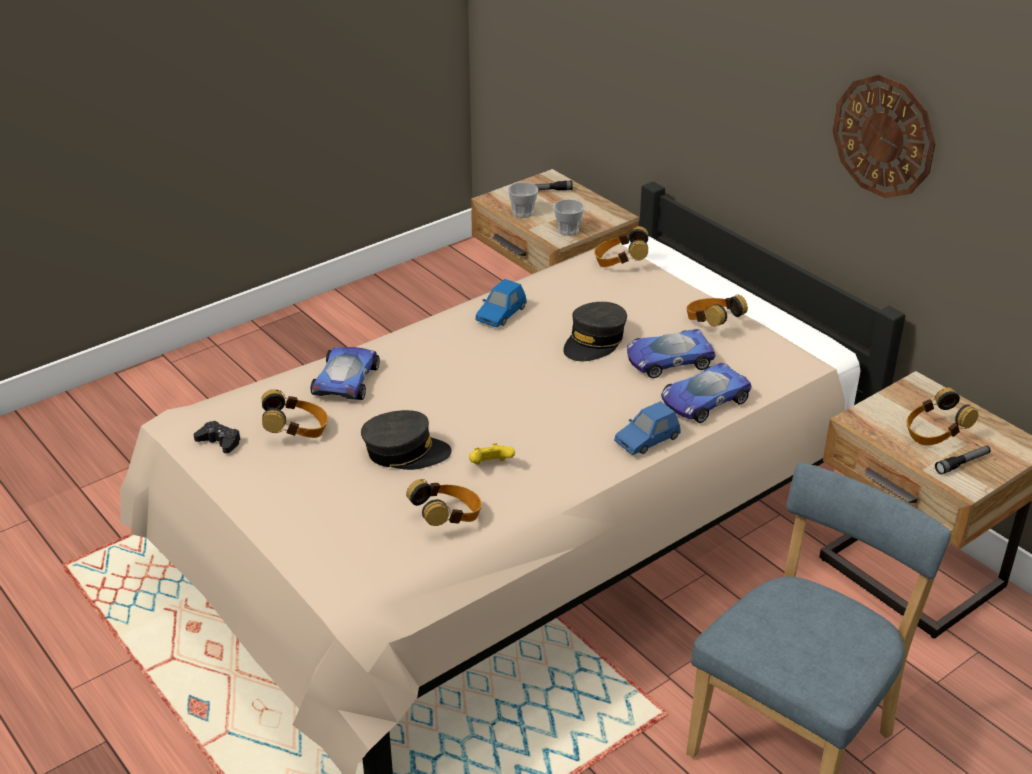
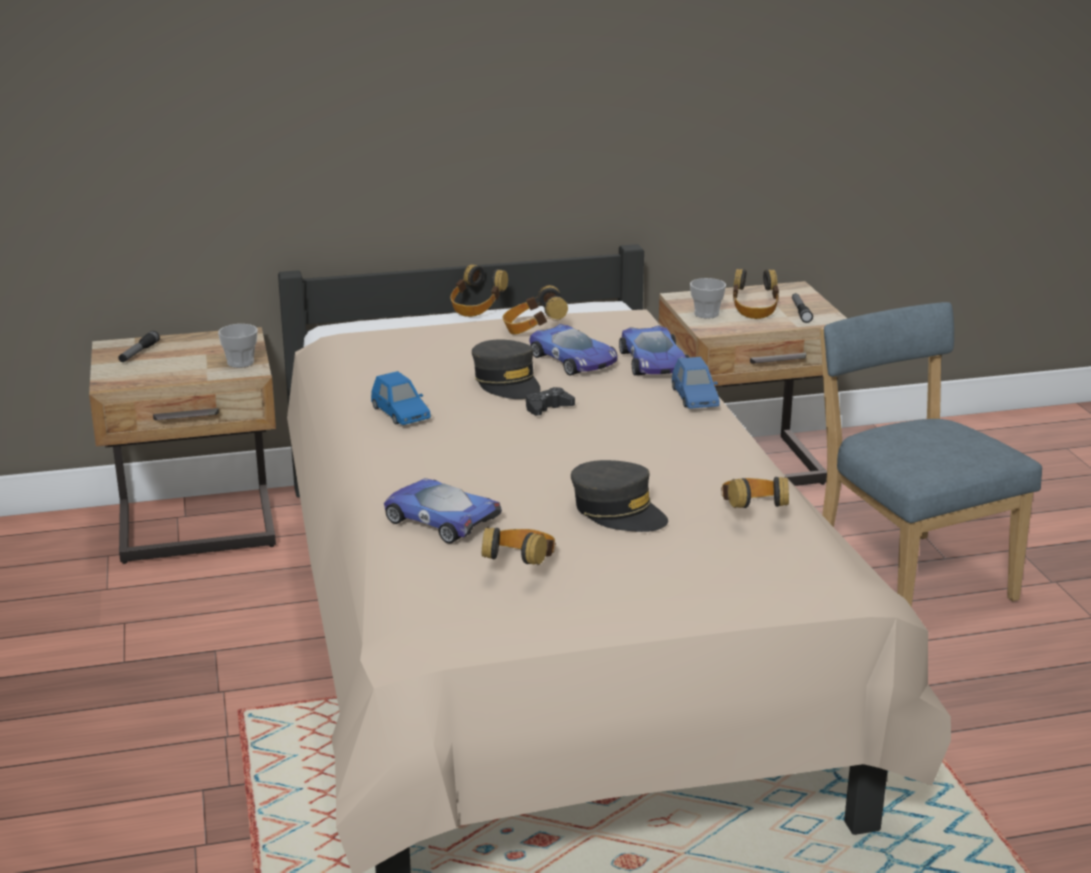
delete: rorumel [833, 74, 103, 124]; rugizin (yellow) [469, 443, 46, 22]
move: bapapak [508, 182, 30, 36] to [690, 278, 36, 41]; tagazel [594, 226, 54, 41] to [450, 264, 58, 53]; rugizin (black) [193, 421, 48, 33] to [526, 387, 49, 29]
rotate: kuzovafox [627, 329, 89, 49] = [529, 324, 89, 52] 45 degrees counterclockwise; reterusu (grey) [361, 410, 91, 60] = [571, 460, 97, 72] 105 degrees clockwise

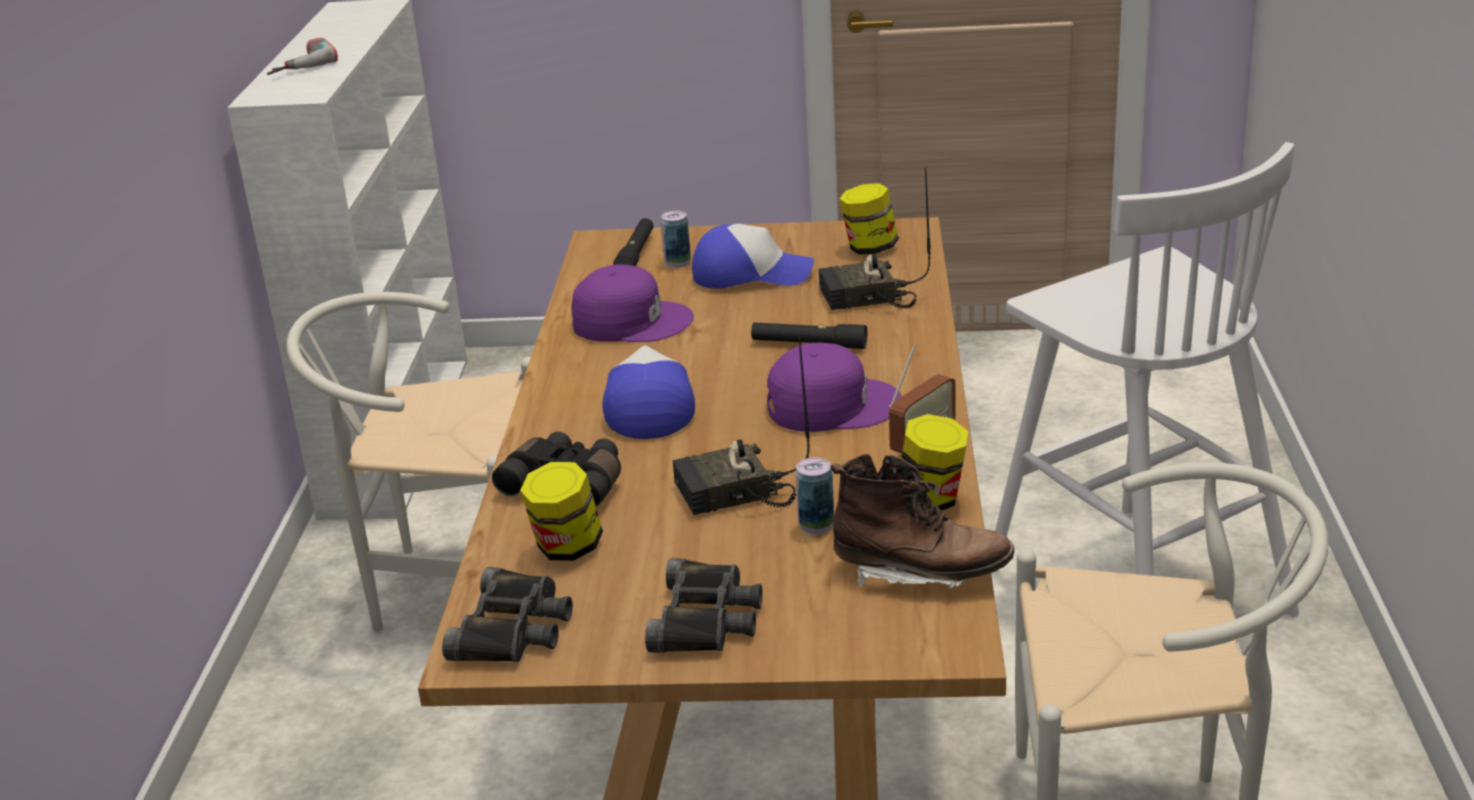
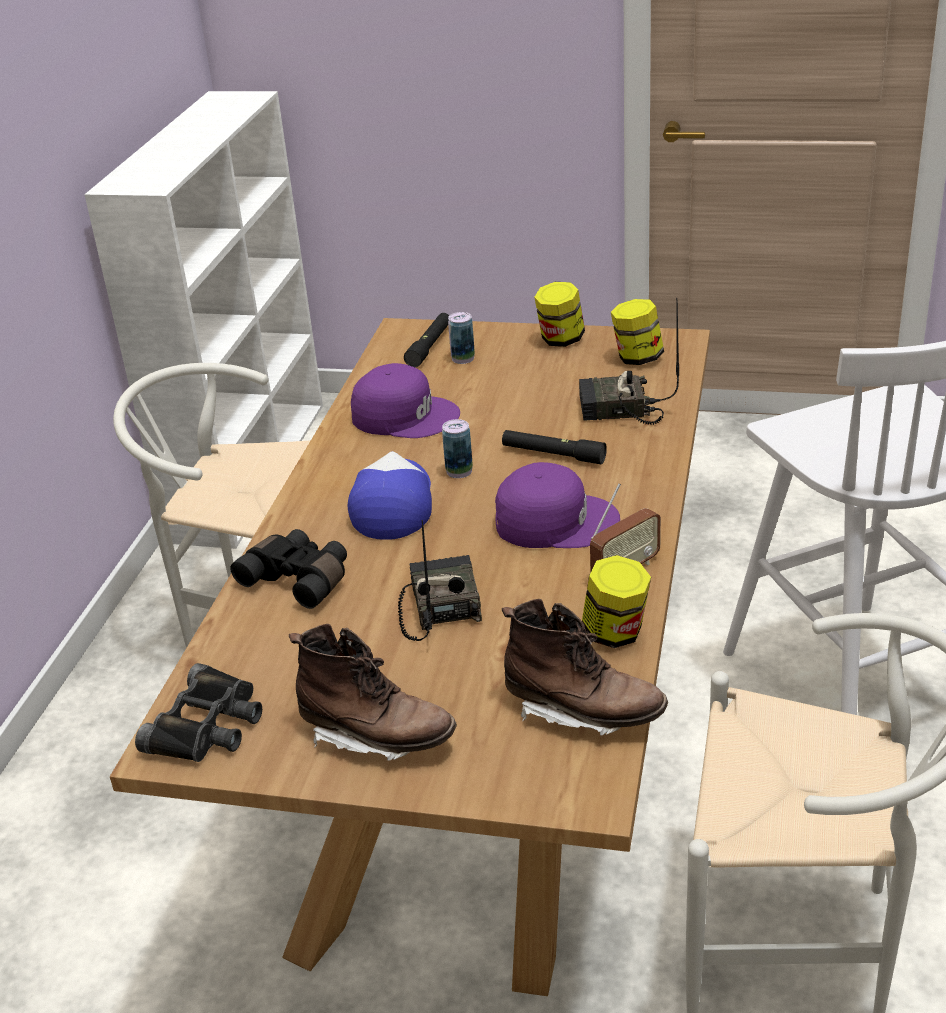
delete: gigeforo [267, 38, 71, 37]; reterusu [692, 223, 122, 66]
move: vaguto [796, 457, 38, 78] to [442, 419, 31, 59]; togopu [520, 462, 83, 99] to [534, 282, 51, 65]
replace: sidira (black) [645, 558, 117, 95] to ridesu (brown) [289, 624, 168, 137]
rotate: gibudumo [673, 337, 137, 178] = [398, 520, 84, 121] 90 degrees clockwise

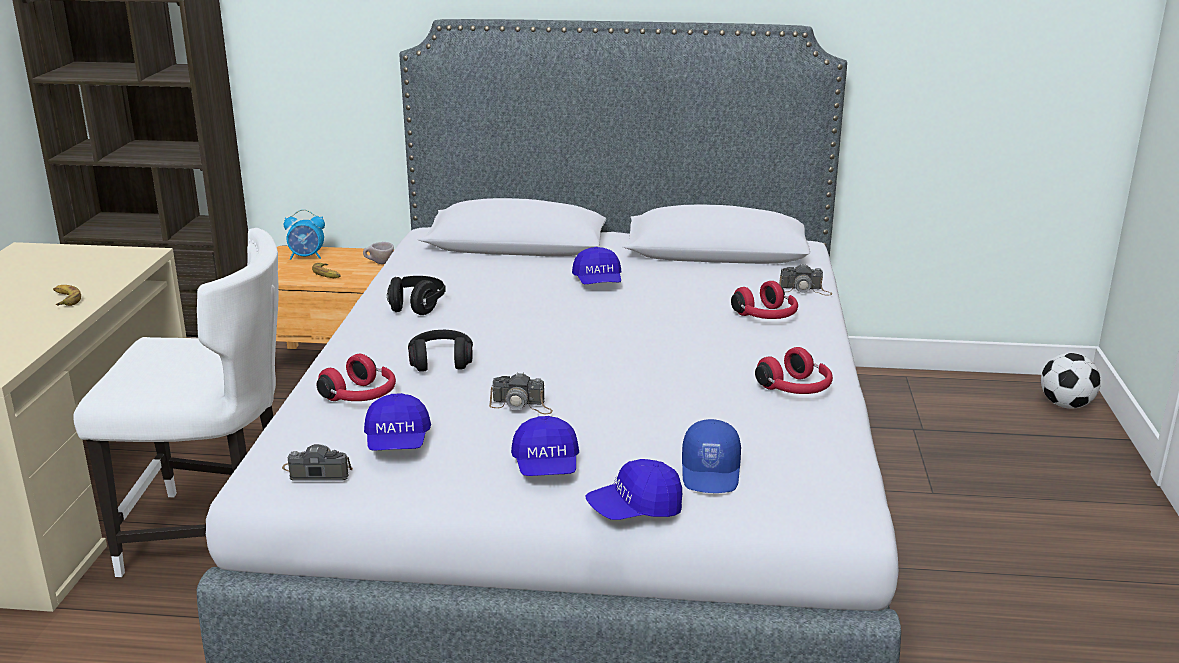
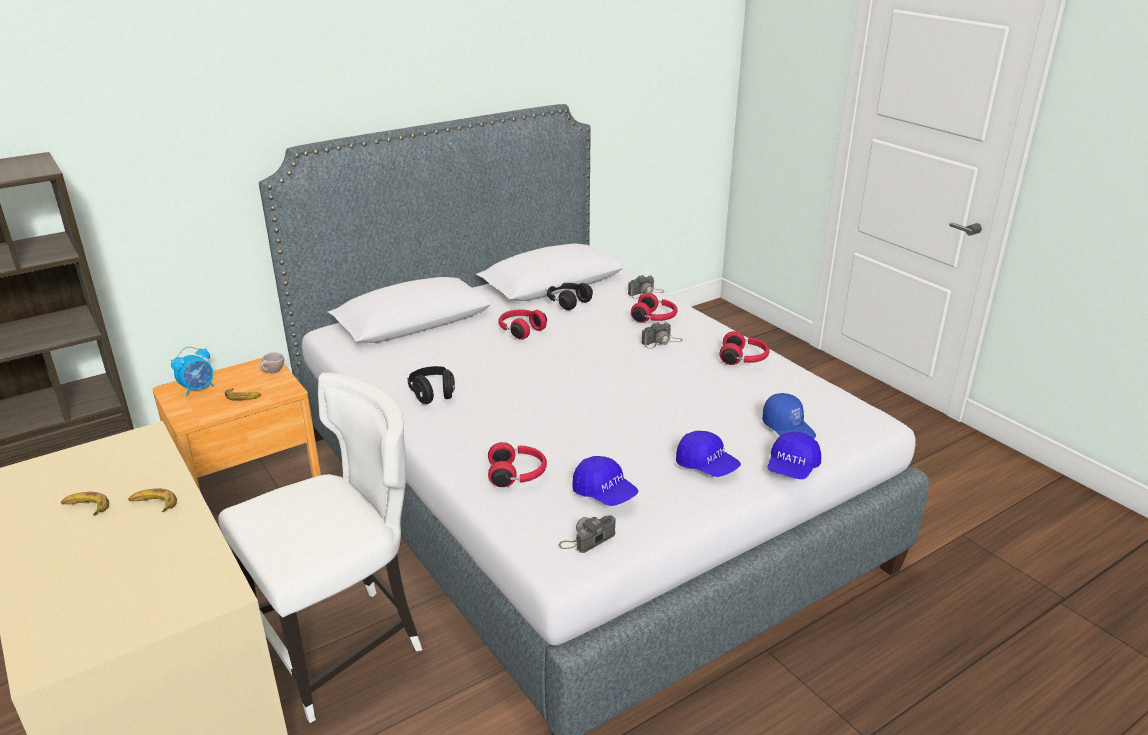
delete: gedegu [1041, 353, 60, 56]
insert: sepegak [61, 492, 48, 24]
move: tagazel (black) [408, 330, 65, 42] to [547, 283, 46, 27]; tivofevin [489, 372, 64, 42] to [642, 322, 41, 27]
replace: reterusu (blue) [572, 247, 50, 37] to tagazel (red) [498, 309, 49, 31]

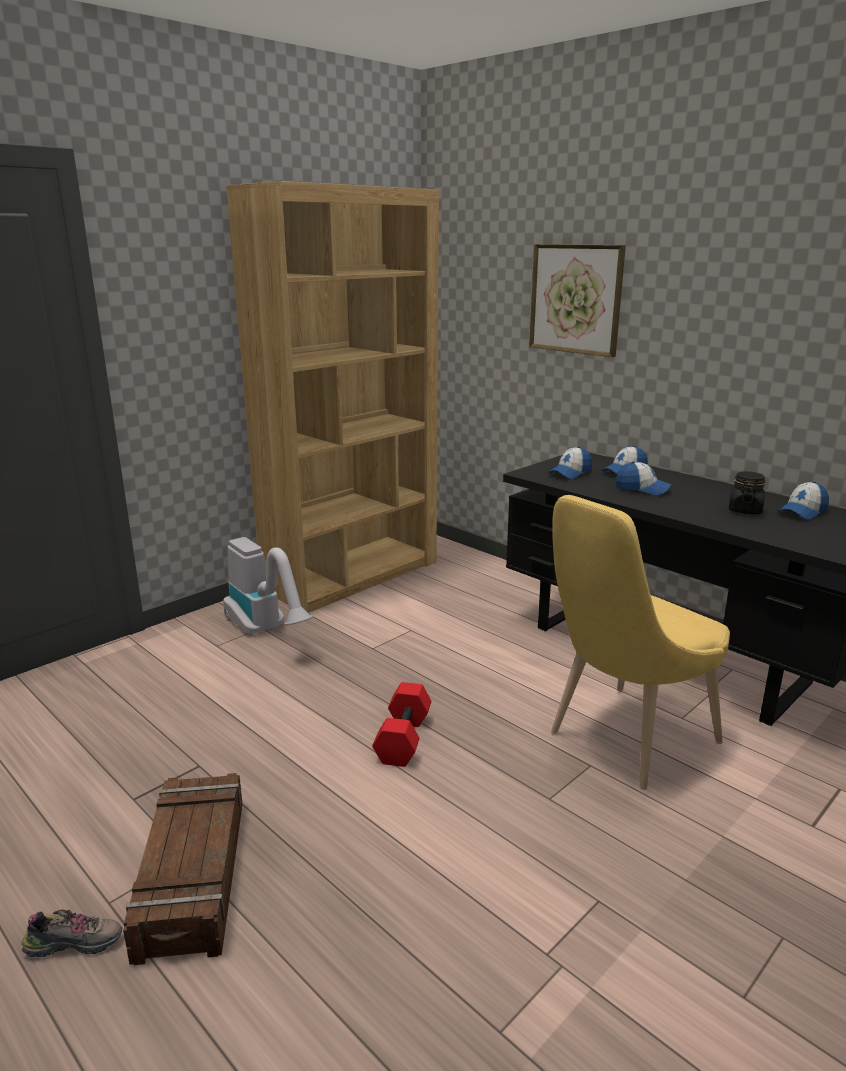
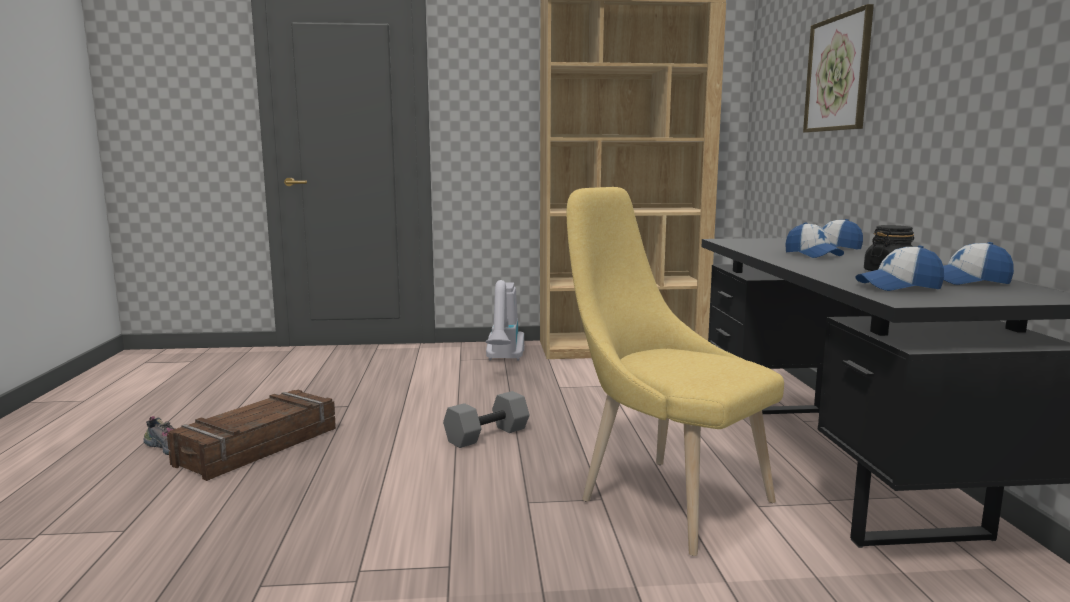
move: reterusu [549, 446, 43, 33] to [855, 245, 89, 46]
recolor: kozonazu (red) [372, 682, 59, 85] to kozonazu (grey) [443, 391, 87, 57]
rotate: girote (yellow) [551, 495, 179, 295] = [567, 187, 217, 369] 45 degrees clockwise

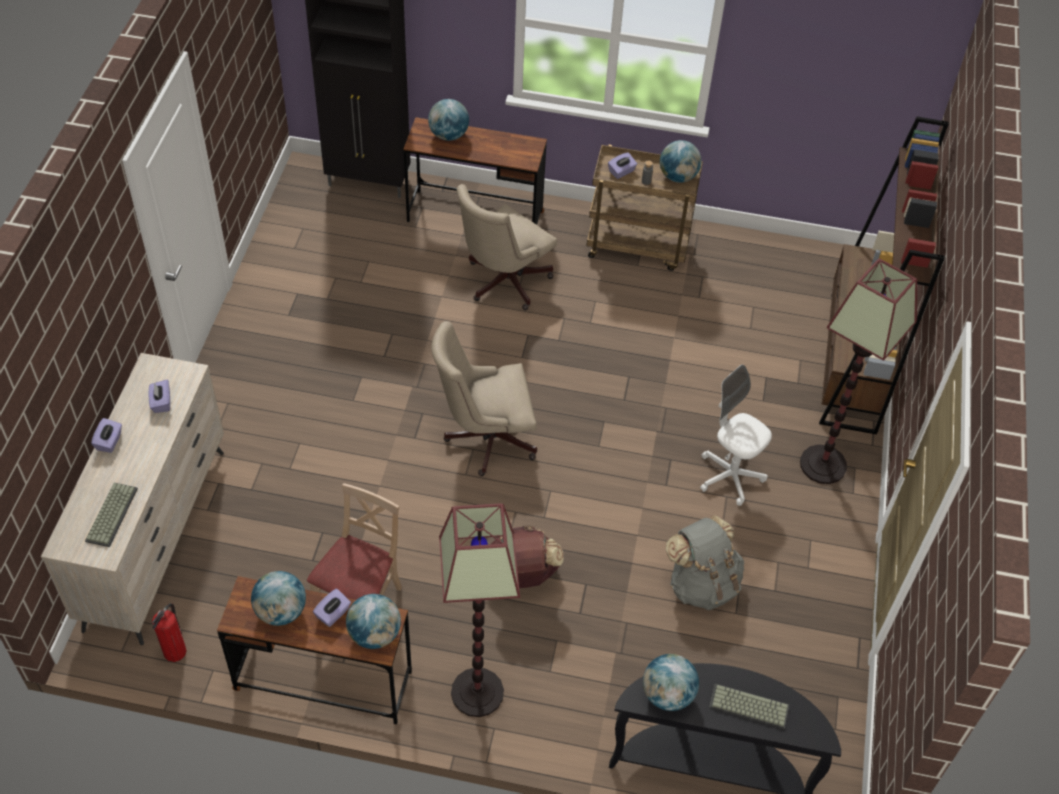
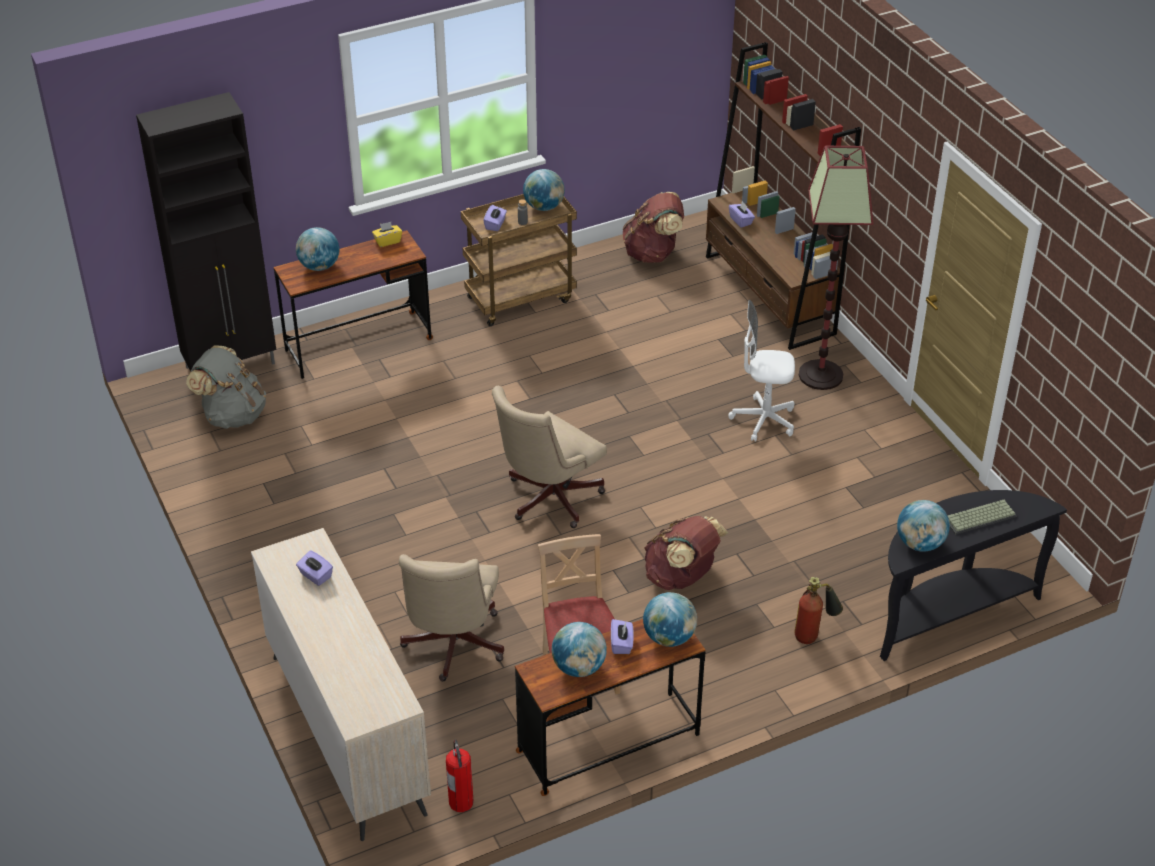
delete: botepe [85, 483, 53, 64]; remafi [439, 503, 81, 214]
insert: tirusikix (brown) [623, 192, 61, 71]; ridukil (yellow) [372, 222, 30, 25]; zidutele [795, 577, 48, 67]
move: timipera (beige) [456, 184, 101, 126] to [399, 554, 105, 127]; ridukil (purple) [91, 418, 31, 35] to [729, 201, 26, 27]; tirusikix (grey) [666, 515, 78, 95] to [186, 345, 80, 84]

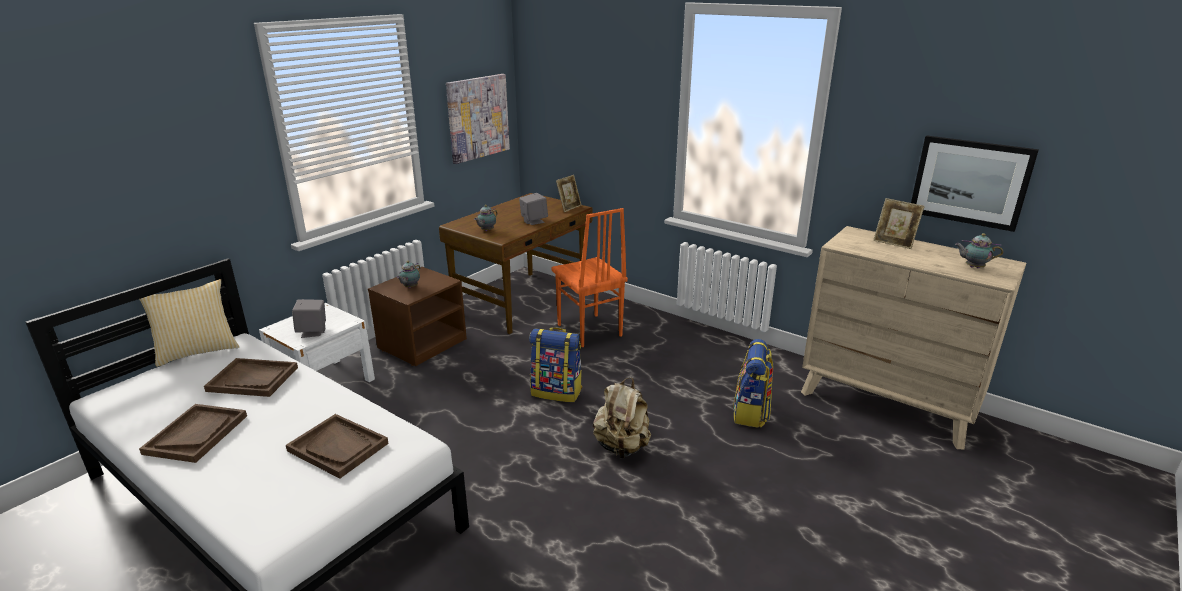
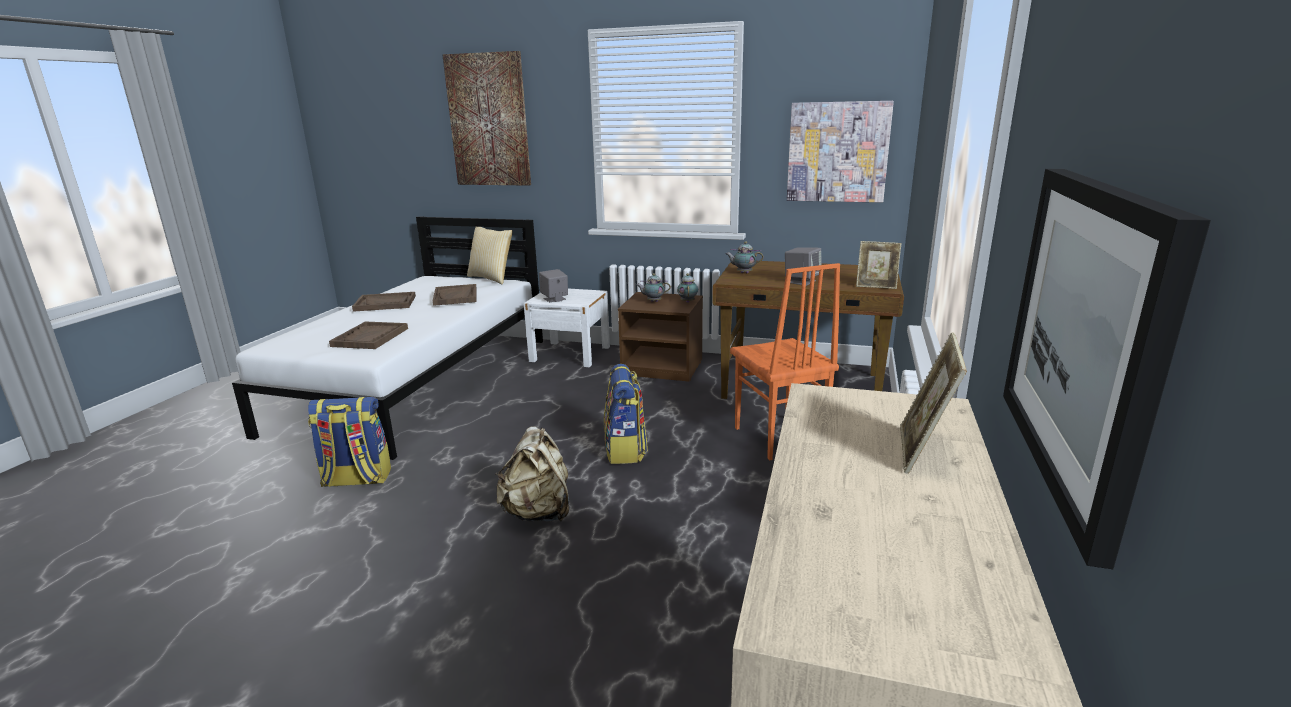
insert: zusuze [442, 51, 89, 135]
move: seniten [955, 233, 48, 35] to [677, 273, 21, 30]; tirusikix [733, 339, 40, 89] to [308, 397, 83, 90]
rotate: girote (orange) [551, 208, 77, 139] = [730, 263, 110, 198] 60 degrees counterclockwise

